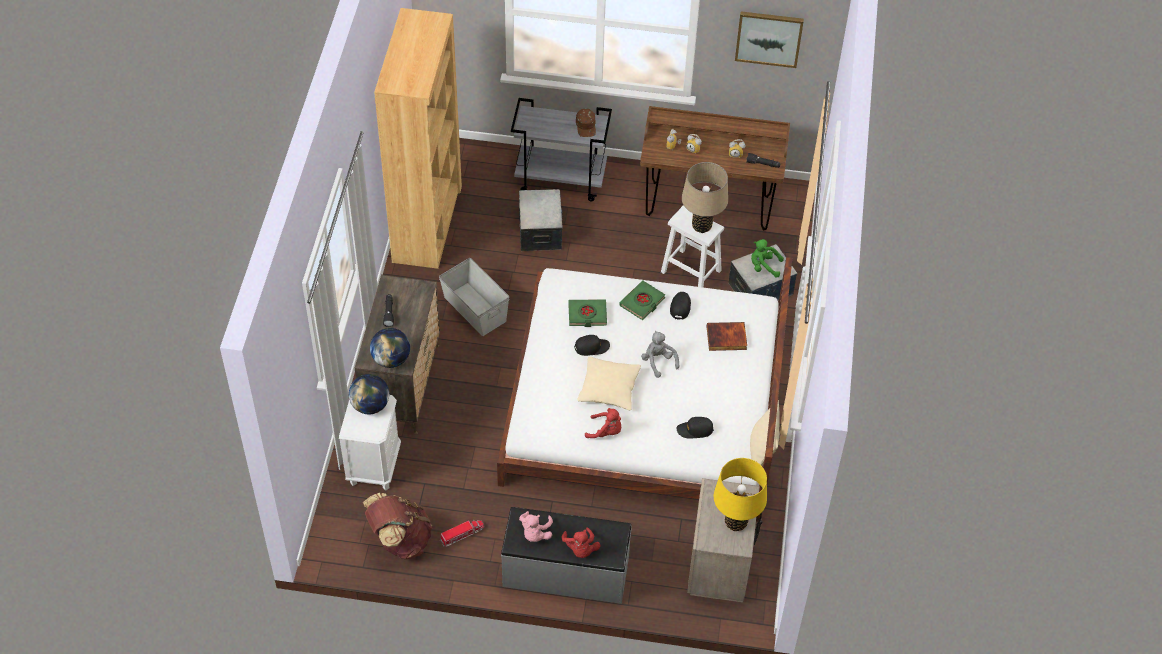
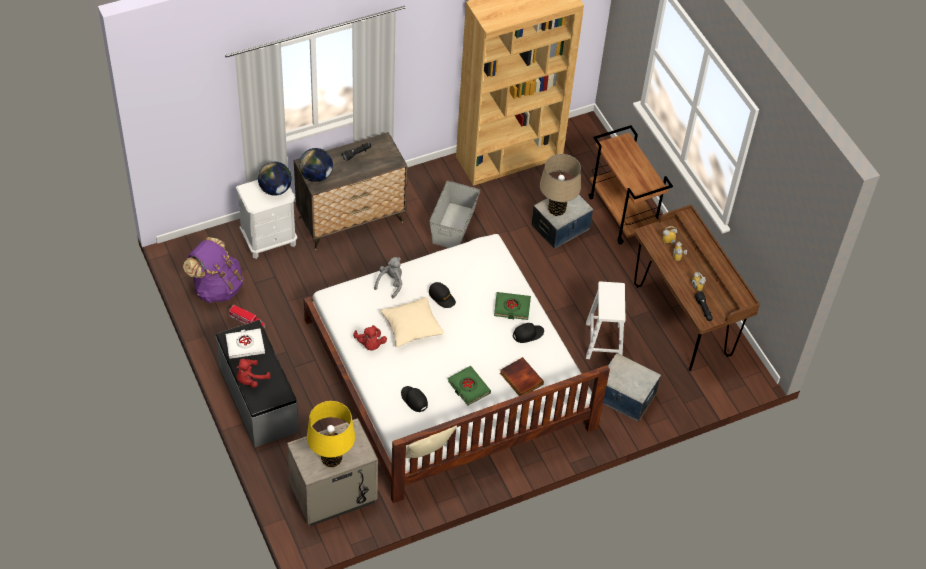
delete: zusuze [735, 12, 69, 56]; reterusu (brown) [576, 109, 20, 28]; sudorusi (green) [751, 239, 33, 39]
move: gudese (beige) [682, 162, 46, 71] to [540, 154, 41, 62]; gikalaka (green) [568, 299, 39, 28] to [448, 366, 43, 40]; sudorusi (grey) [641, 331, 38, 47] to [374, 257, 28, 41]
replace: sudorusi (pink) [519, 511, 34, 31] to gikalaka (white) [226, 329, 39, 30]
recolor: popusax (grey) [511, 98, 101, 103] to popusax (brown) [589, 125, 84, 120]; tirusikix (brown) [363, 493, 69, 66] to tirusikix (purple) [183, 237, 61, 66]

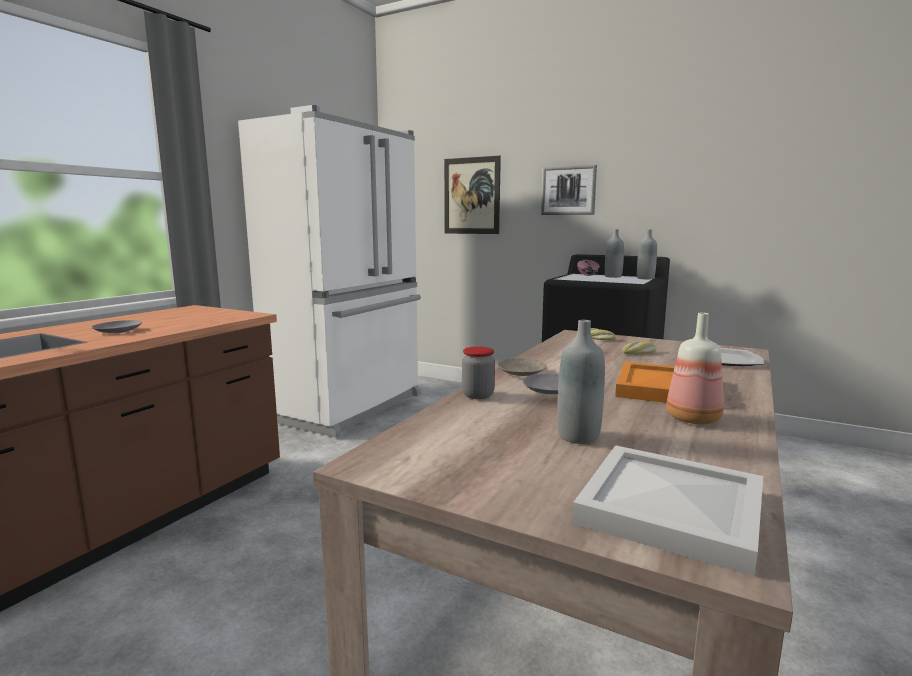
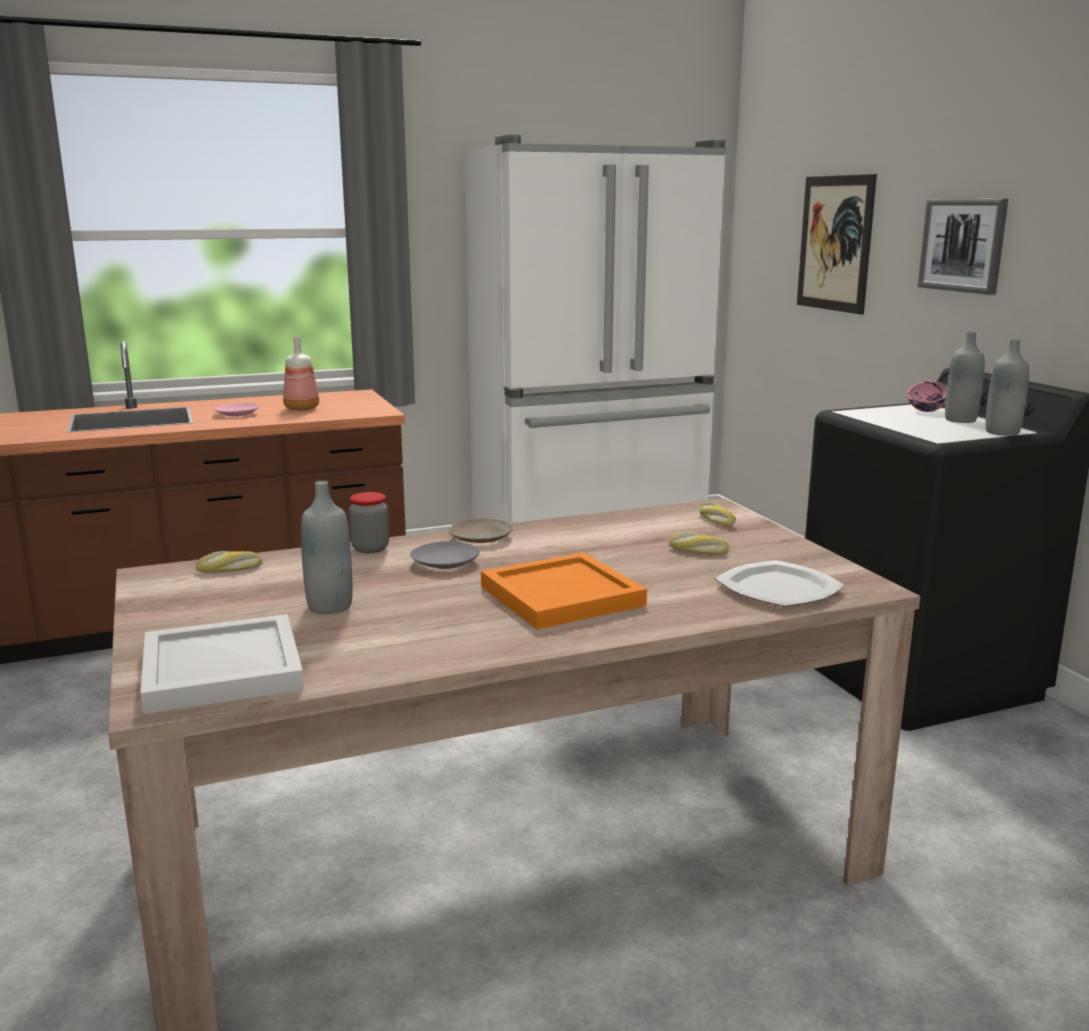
insert: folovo [196, 551, 66, 22]
move: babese [666, 313, 58, 111] to [283, 336, 36, 75]
recolor: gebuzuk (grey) [91, 320, 51, 13] to gebuzuk (pink) [213, 403, 46, 14]

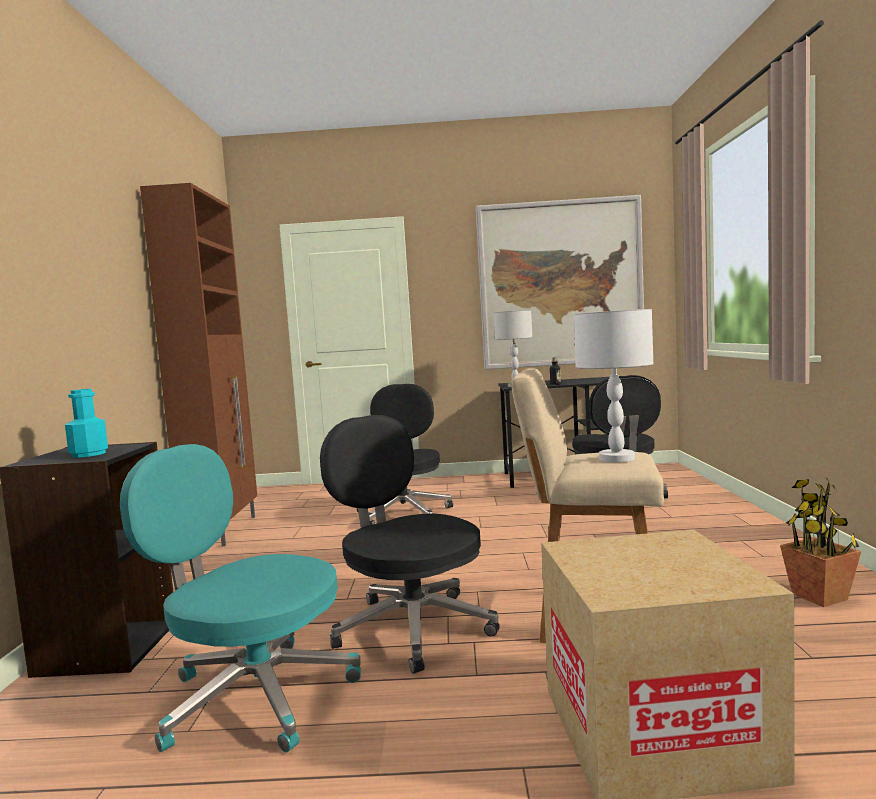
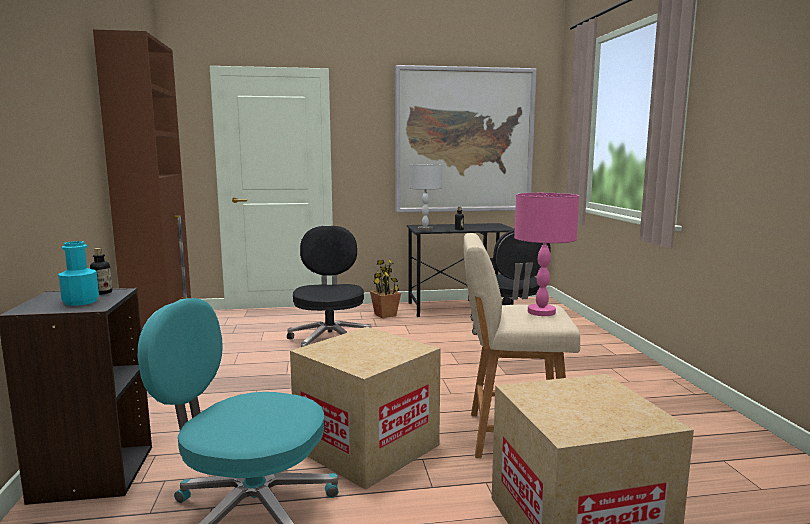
insert: babese [90, 248, 22, 47]
move: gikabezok [780, 476, 82, 131] to [370, 259, 31, 59]
replace: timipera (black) [320, 415, 180, 259] to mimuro [290, 327, 151, 163]
recolor: gudese (white) [574, 309, 80, 153] to gudese (pink) [514, 193, 65, 123]

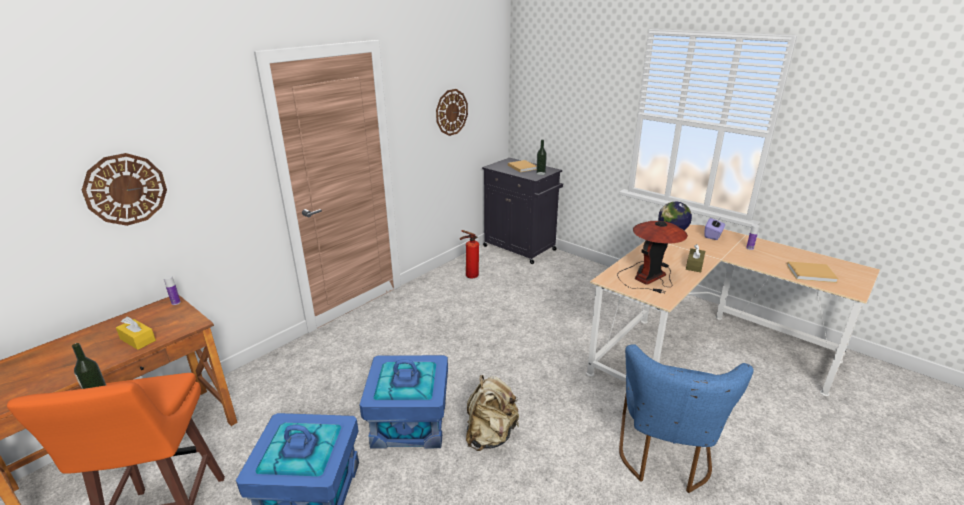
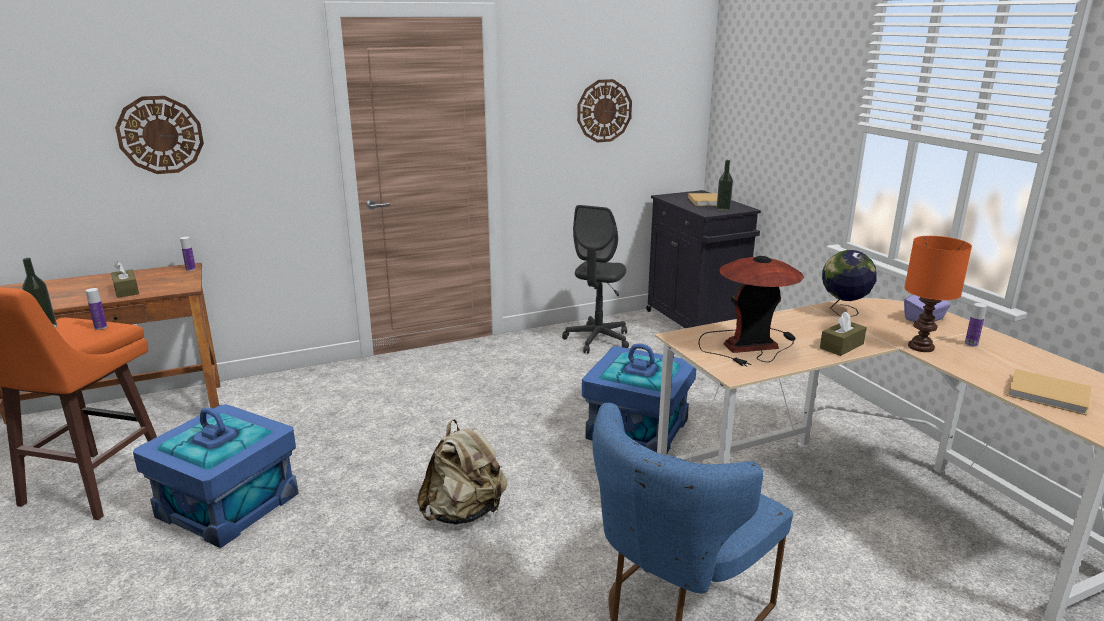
insert: gudese (orange) [905, 236, 67, 116]; babese [86, 288, 21, 42]
move: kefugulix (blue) [360, 355, 88, 94] to [582, 344, 114, 109]
replace: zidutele [460, 230, 19, 49] to timipera (grey) [562, 205, 67, 149]
recolor: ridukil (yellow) [116, 317, 40, 33] to ridukil (brown) [111, 261, 28, 37]

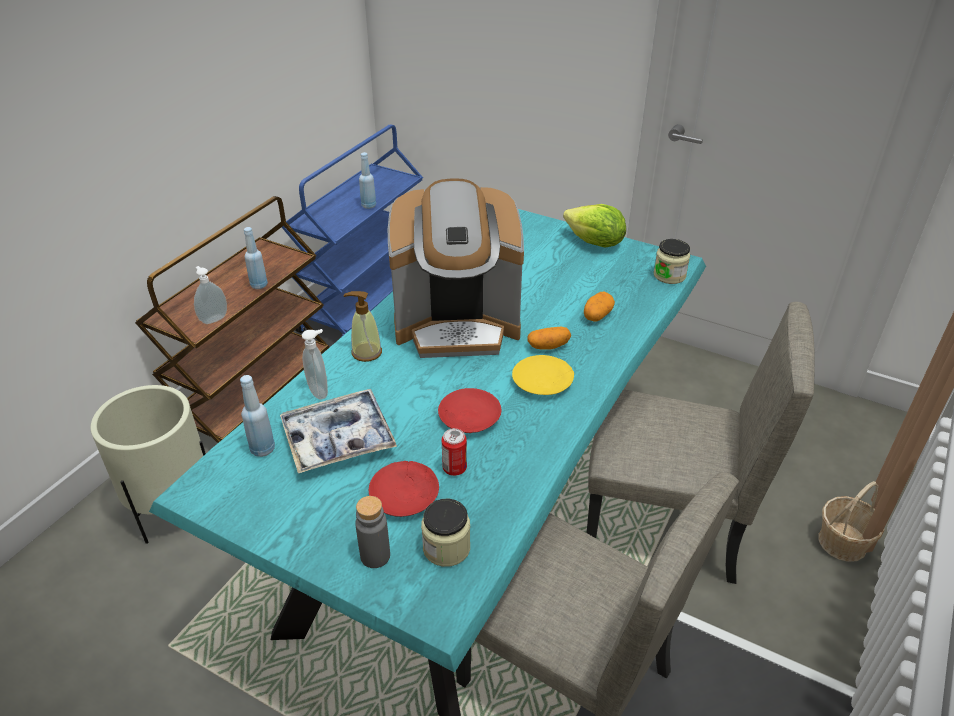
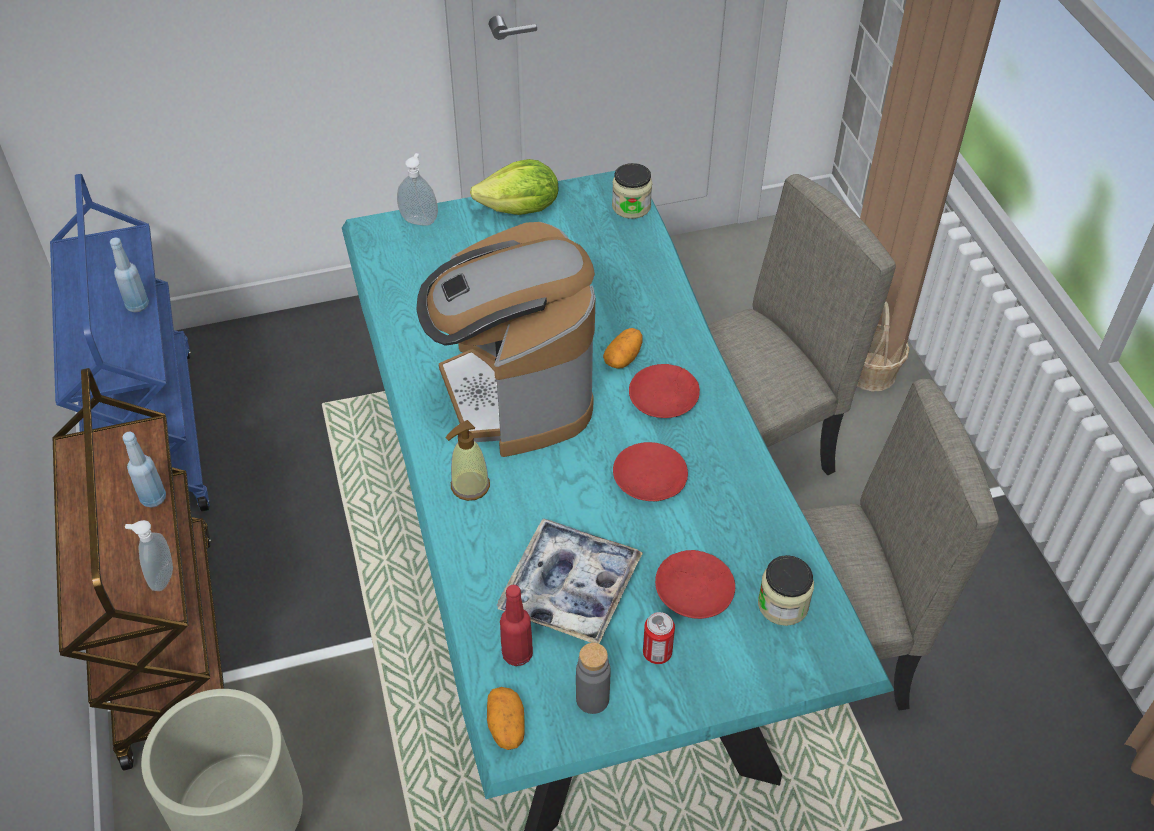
move: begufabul [584, 292, 31, 30] to [487, 687, 38, 63]; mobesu [302, 329, 26, 71] to [397, 153, 41, 73]; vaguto [442, 428, 25, 48] to [643, 612, 32, 52]; babese (grey) [355, 496, 35, 72] to [576, 643, 35, 71]
recolor: gebuzuk (yellow) [512, 355, 62, 40] to gebuzuk (red) [629, 364, 71, 54]; babese (blue) [240, 375, 35, 82] to babese (red) [500, 585, 33, 81]
rotate: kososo [388, 178, 136, 180] = [416, 222, 179, 235] 120 degrees clockwise

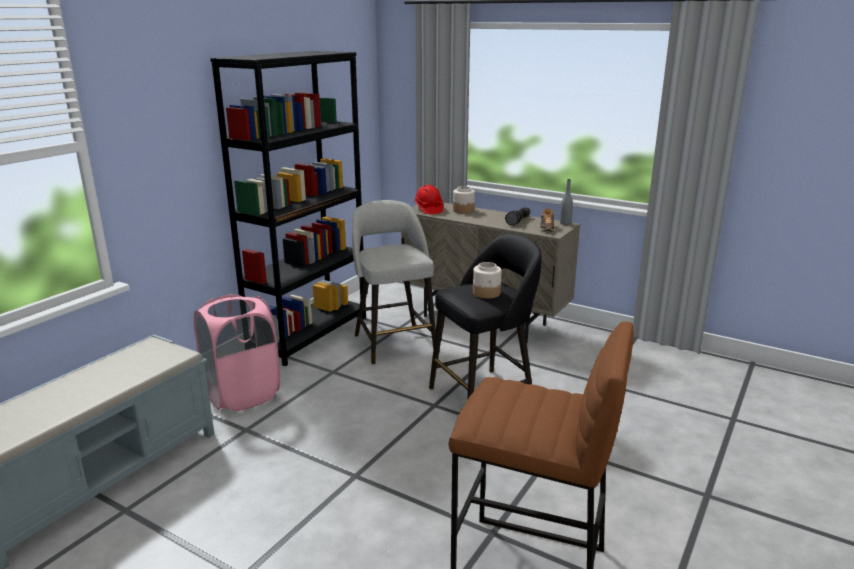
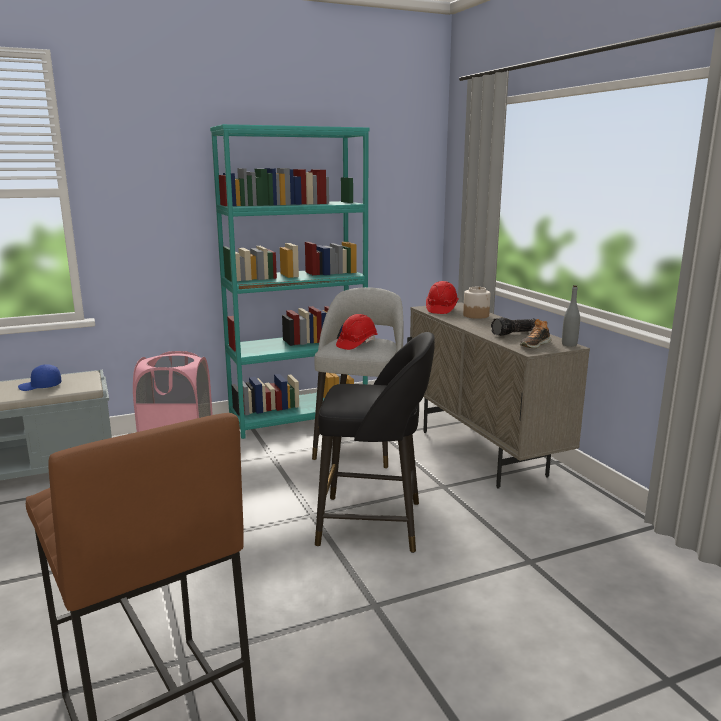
delete: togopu [473, 262, 28, 37]
insert: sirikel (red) [336, 314, 42, 36]; reterusu (blue) [18, 364, 43, 27]
recolor: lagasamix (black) [210, 51, 156, 316] to lagasamix (turquoise) [210, 124, 159, 315]

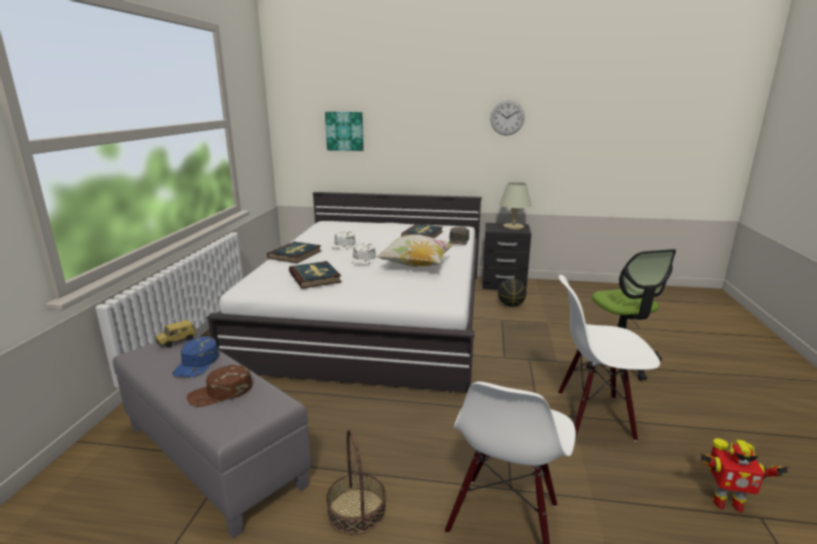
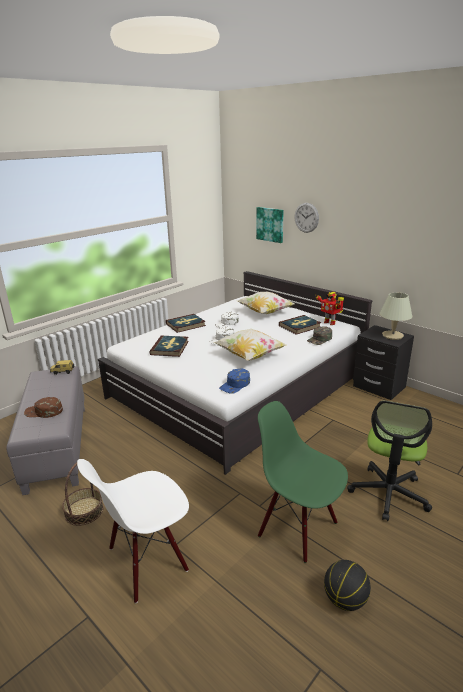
insert: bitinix [238, 292, 56, 22]
move: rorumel [490, 100, 35, 35] to [294, 203, 25, 30]; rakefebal [498, 278, 28, 29] to [324, 560, 47, 51]; reterusu (blue) [172, 337, 47, 40] to [219, 368, 31, 26]; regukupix [701, 438, 88, 75] to [315, 292, 29, 33]
recolor: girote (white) [558, 275, 102, 167] to girote (green) [258, 401, 90, 162]

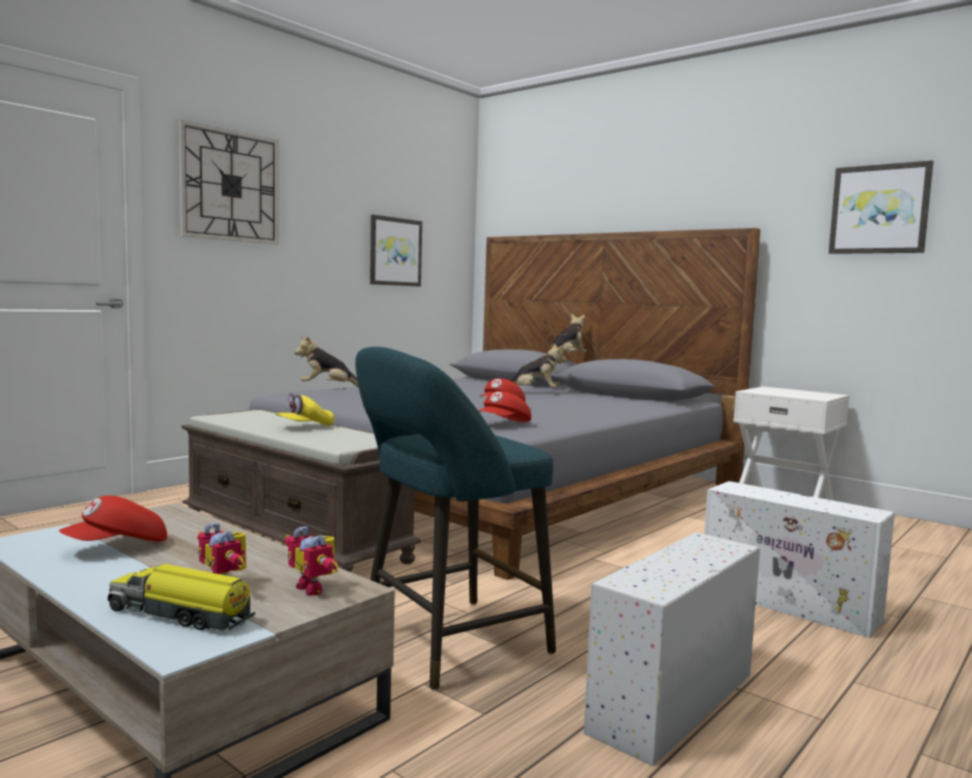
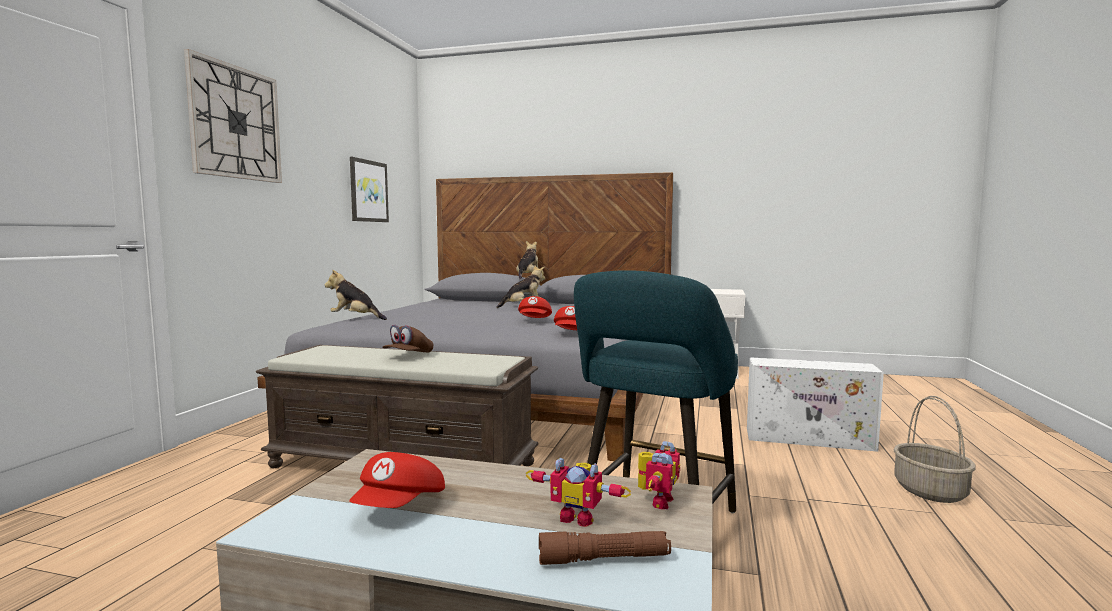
delete: zusuze [829, 160, 104, 94]; kefugulix (white) [584, 532, 176, 234]
insert: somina [894, 396, 82, 107]
replace: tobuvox [108, 564, 147, 66] to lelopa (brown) [539, 531, 132, 34]
recolor: reterusu (yellow) [275, 393, 59, 33] to reterusu (brown) [382, 325, 51, 27]
rotate: sudorusi [295, 336, 64, 51] = [325, 270, 62, 50] 45 degrees clockwise; regukupix [284, 526, 54, 70] = [638, 441, 42, 68] 90 degrees counterclockwise

